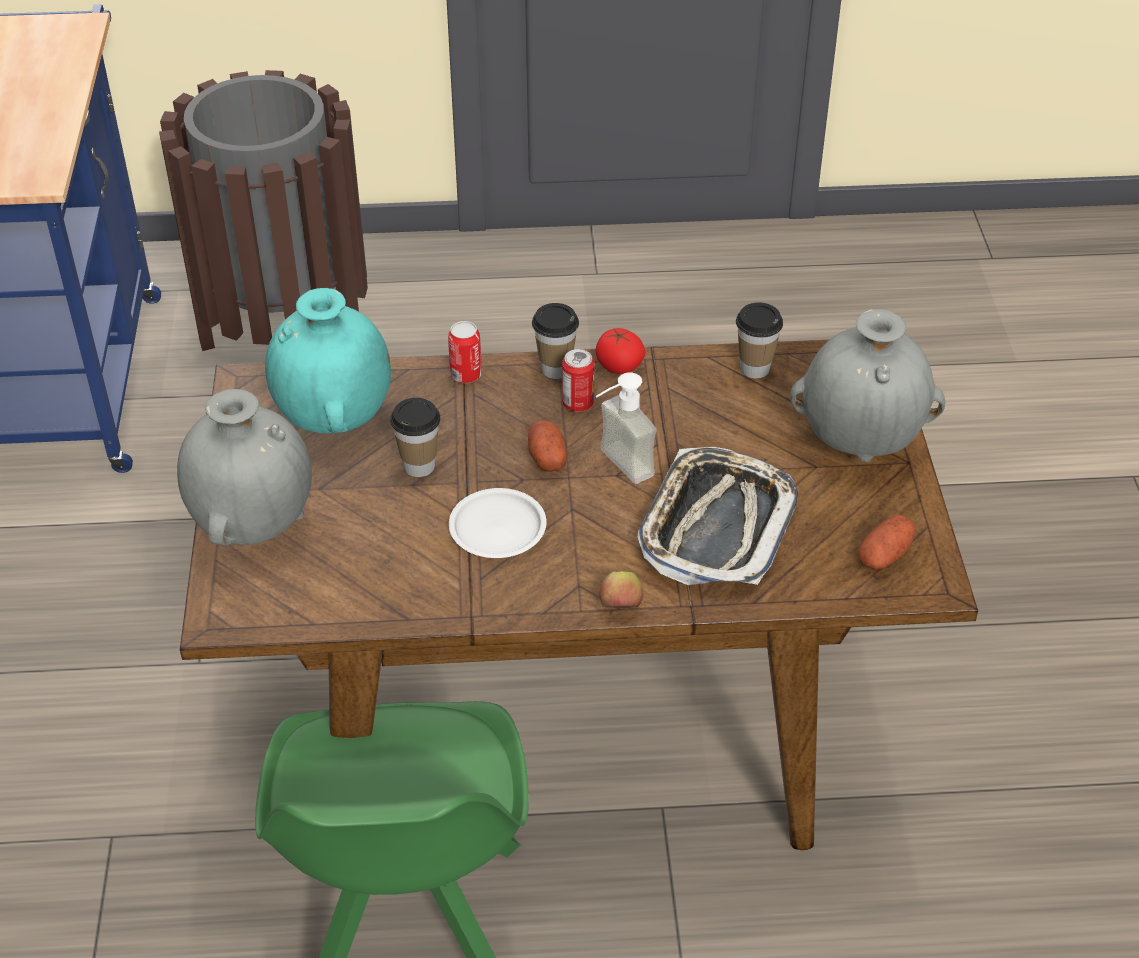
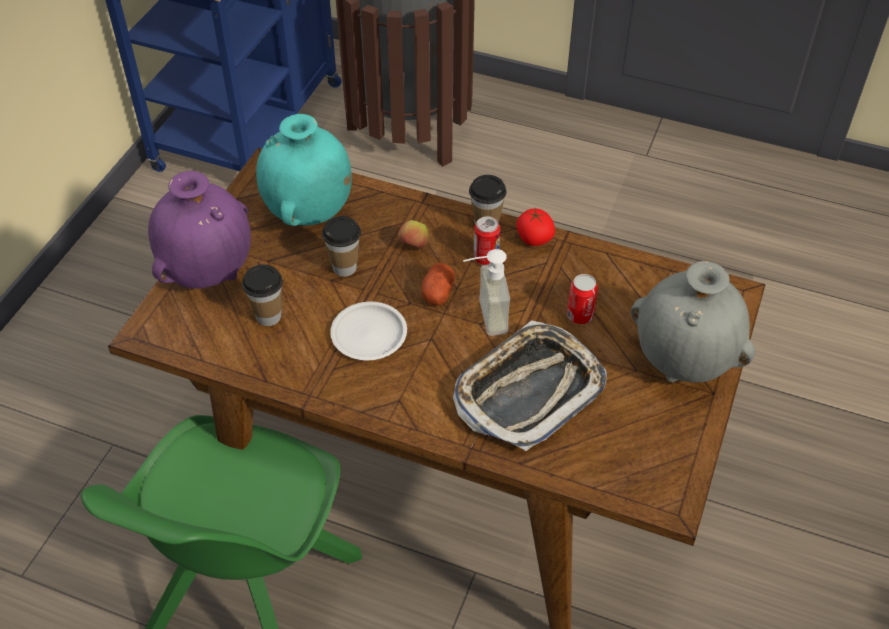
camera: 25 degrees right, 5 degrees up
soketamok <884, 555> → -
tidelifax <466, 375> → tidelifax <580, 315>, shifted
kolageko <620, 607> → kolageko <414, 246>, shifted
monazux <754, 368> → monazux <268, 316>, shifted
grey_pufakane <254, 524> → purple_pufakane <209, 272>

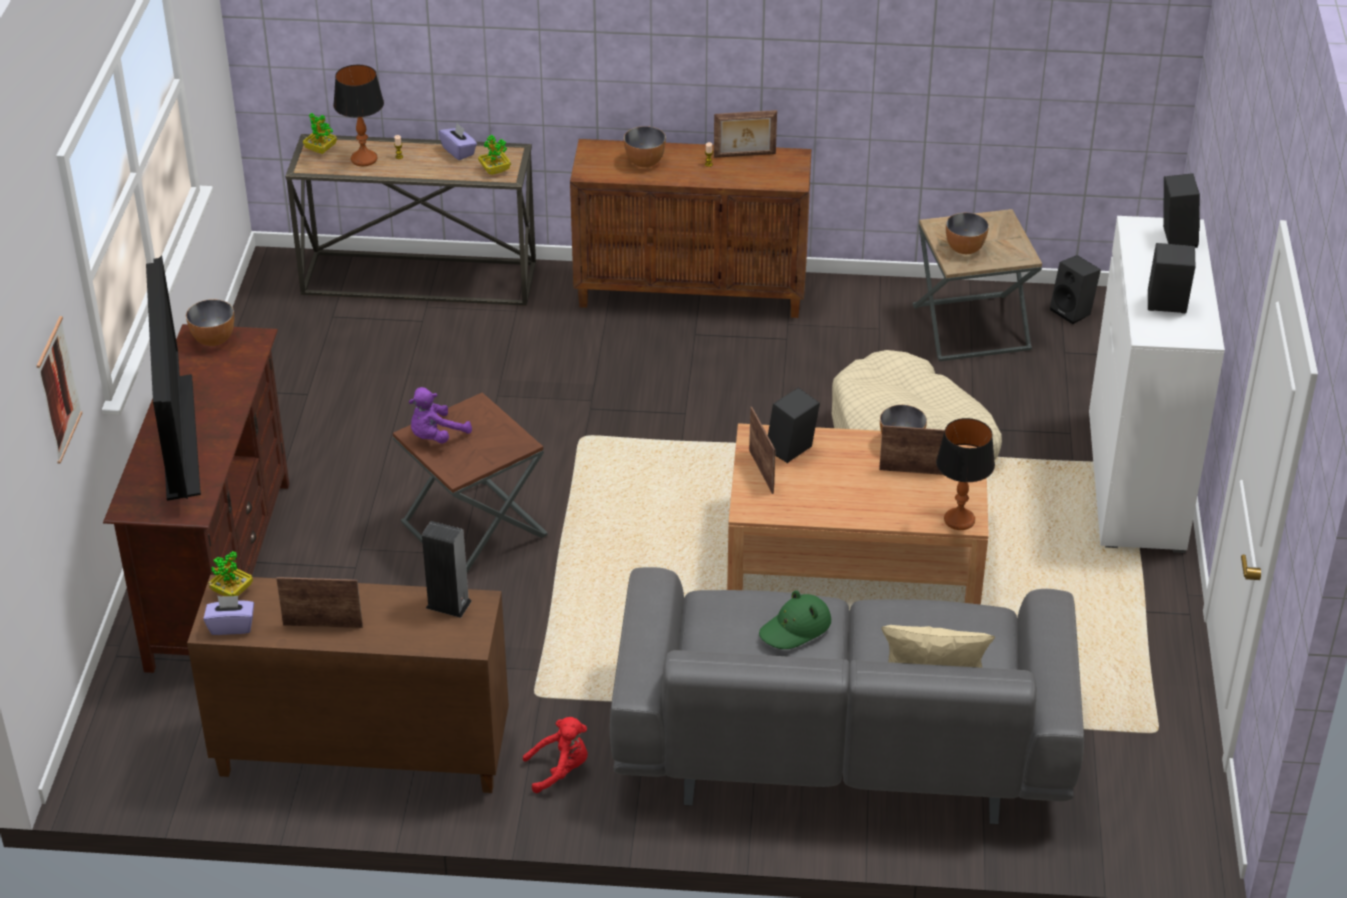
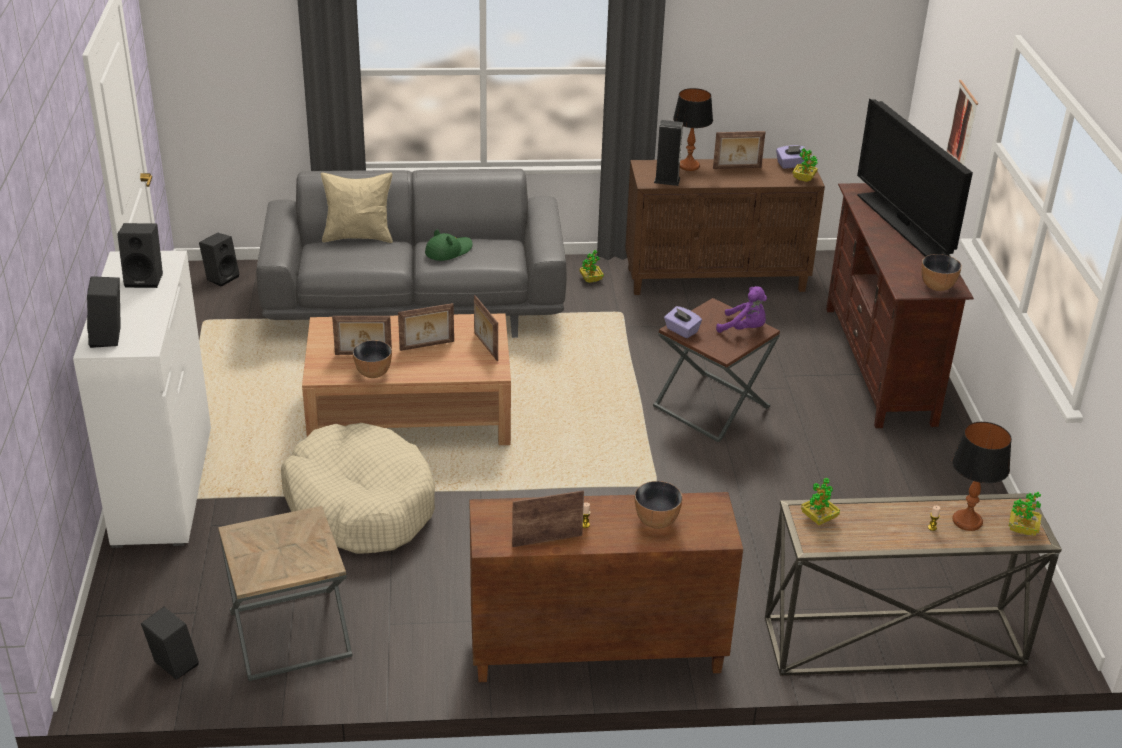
camera: 170 degrees right, 5 degrees down
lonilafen <964, 249> → -
- → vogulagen <427, 346>
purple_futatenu <459, 151> → purple_futatenu <681, 331>, shifted
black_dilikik <791, 451> → black_dilikik <221, 277>, shifted
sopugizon <959, 520> → sopugizon <689, 166>, shifted
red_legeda <560, 770> → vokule <591, 280>
purple_legeda <436, 436> → purple_legeda <744, 329>, 75 degrees clockwise

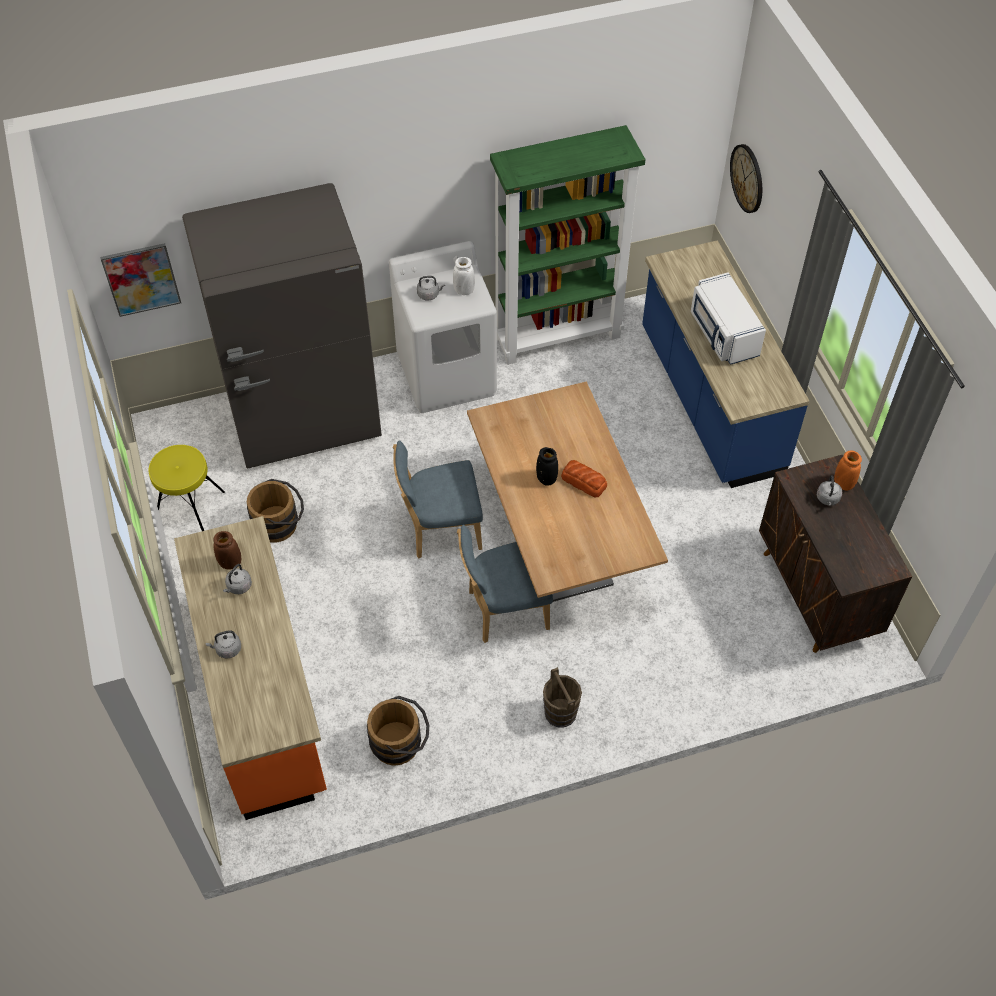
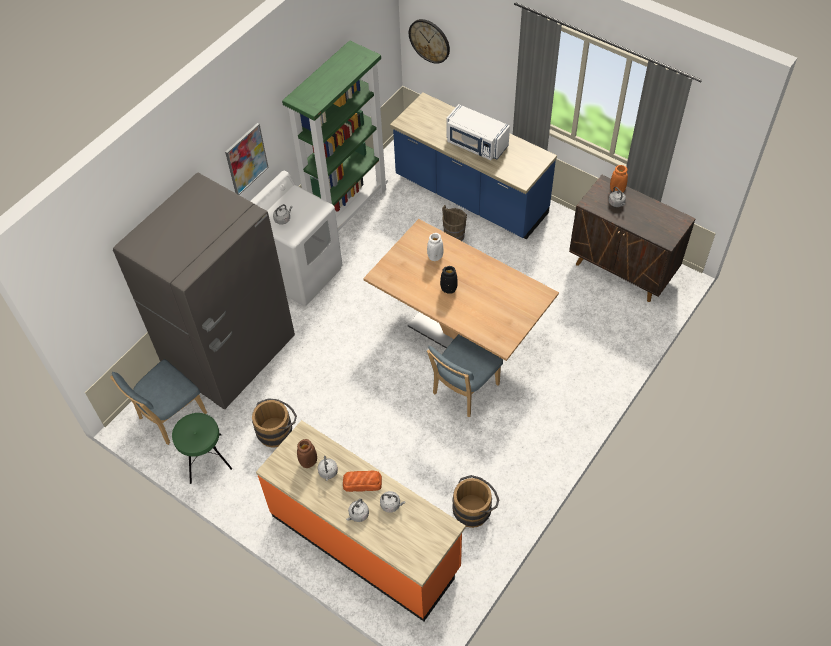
camera: 35 degrees left, 0 degrees up
- → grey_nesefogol <391, 505>
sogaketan <141, 279> → sogaketan <246, 159>, shifted
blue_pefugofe <440, 529> → blue_pefugofe <170, 417>, shifted
white_pufakane <464, 290> → white_pufakane <435, 257>, shifted
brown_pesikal <560, 713> → brown_pesikal <454, 236>, shifted
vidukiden <583, 481> → vidukiden <362, 482>, shifted
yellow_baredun <189, 506> → green_baredun <205, 458>

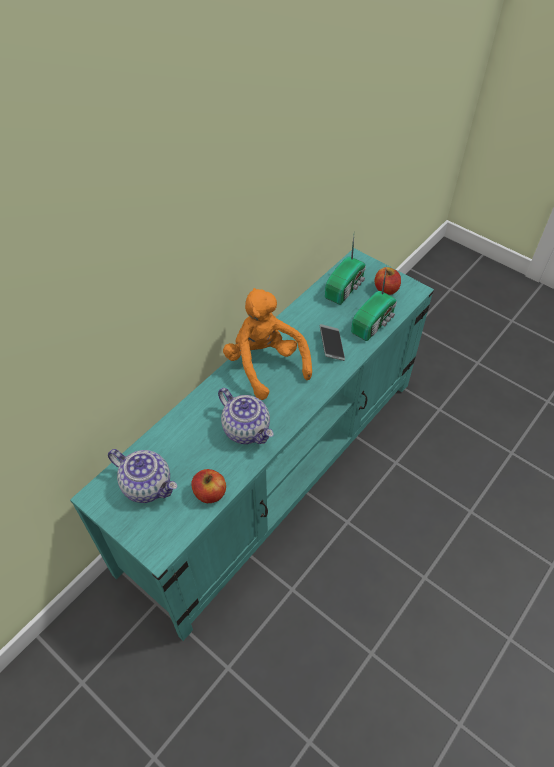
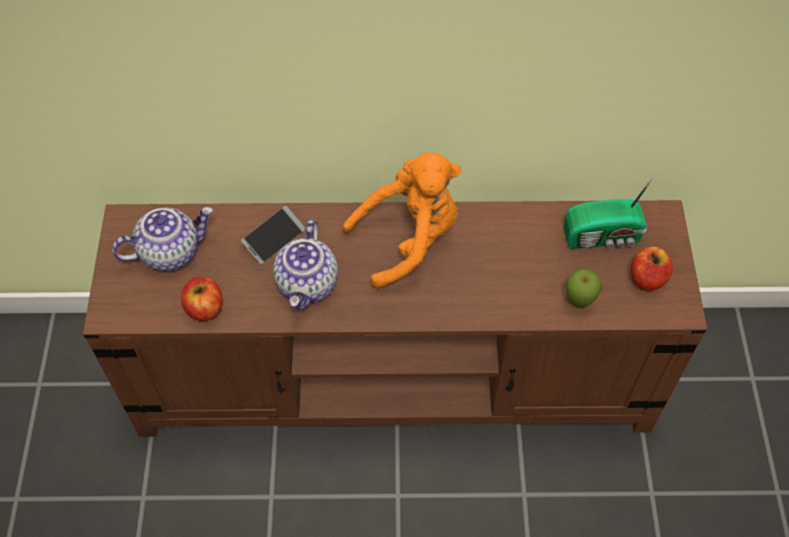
camera: 50 degrees right, 5 degrees up
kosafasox <331, 345> → kosafasox <274, 239>, shifted
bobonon <374, 323> → kolageko <578, 301>
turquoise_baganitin <276, 470> → brown_baganitin <396, 376>
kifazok <148, 485> → kifazok <170, 251>, 105 degrees counterclockwise
orange_legeda <265, 364> → orange_legeda <409, 239>, 45 degrees clockwise

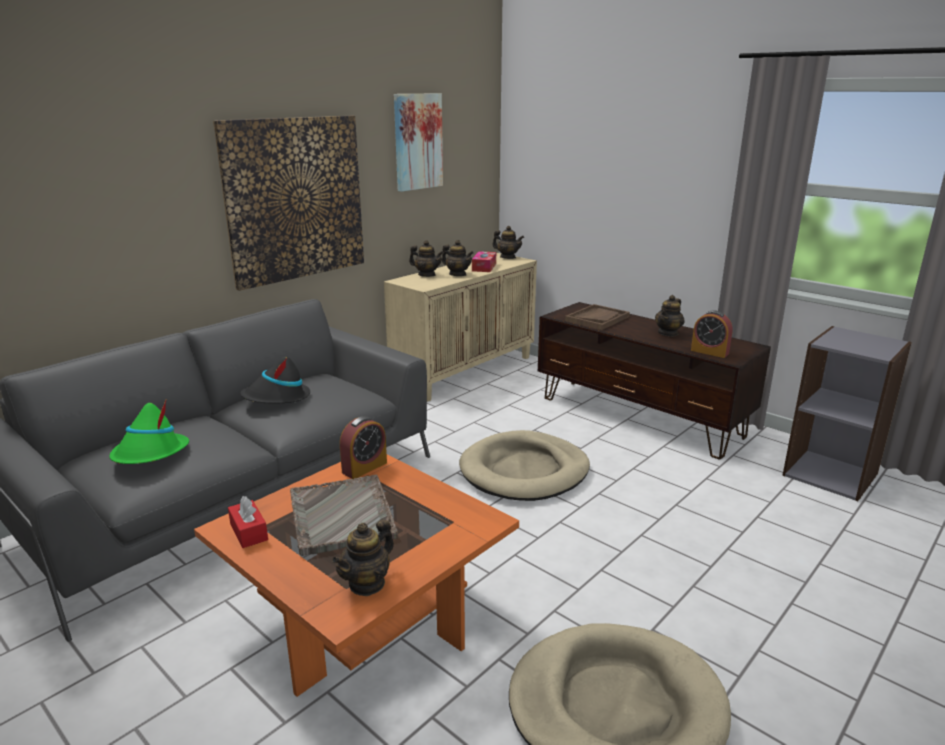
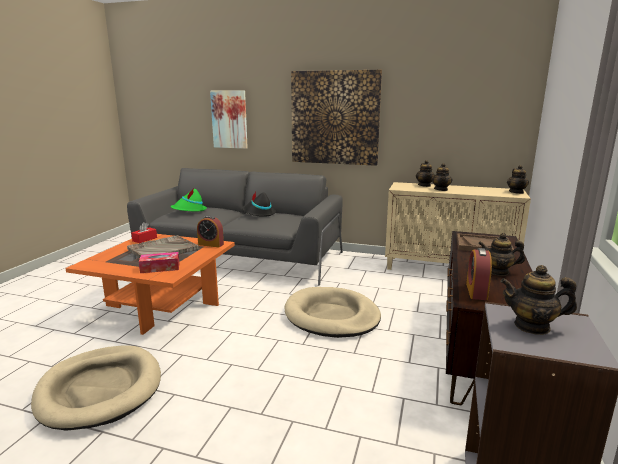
camera: 65 degrees right, 5 degrees down
kifazok <367, 583> → kifazok <532, 326>, shifted
sogaketan <417, 142> → sogaketan <229, 119>, shifted
futatenu <484, 267> → futatenu <160, 268>, shifted

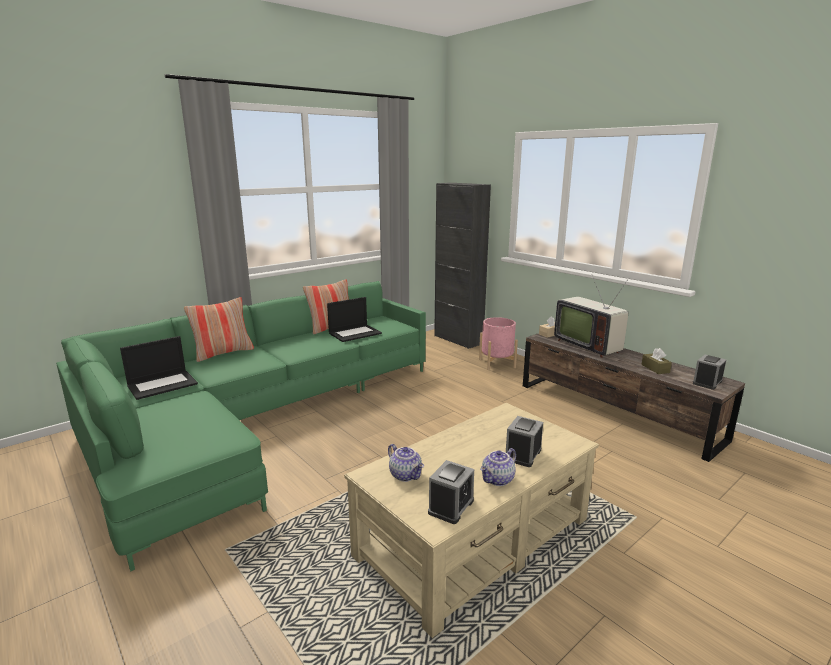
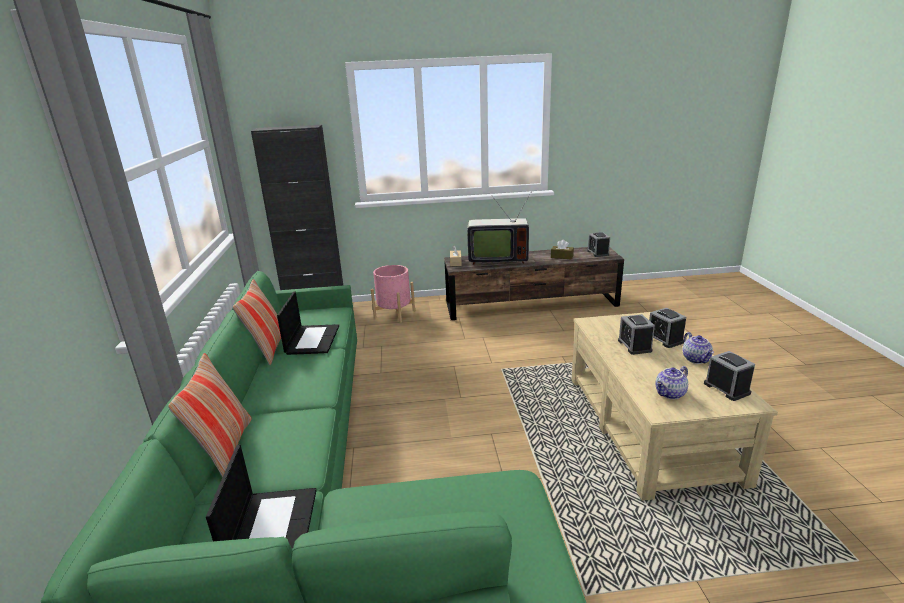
camera: 55 degrees left, 5 degrees up
- → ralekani <634, 346>
kifazok <406, 475> → kifazok <670, 394>, 150 degrees clockwise

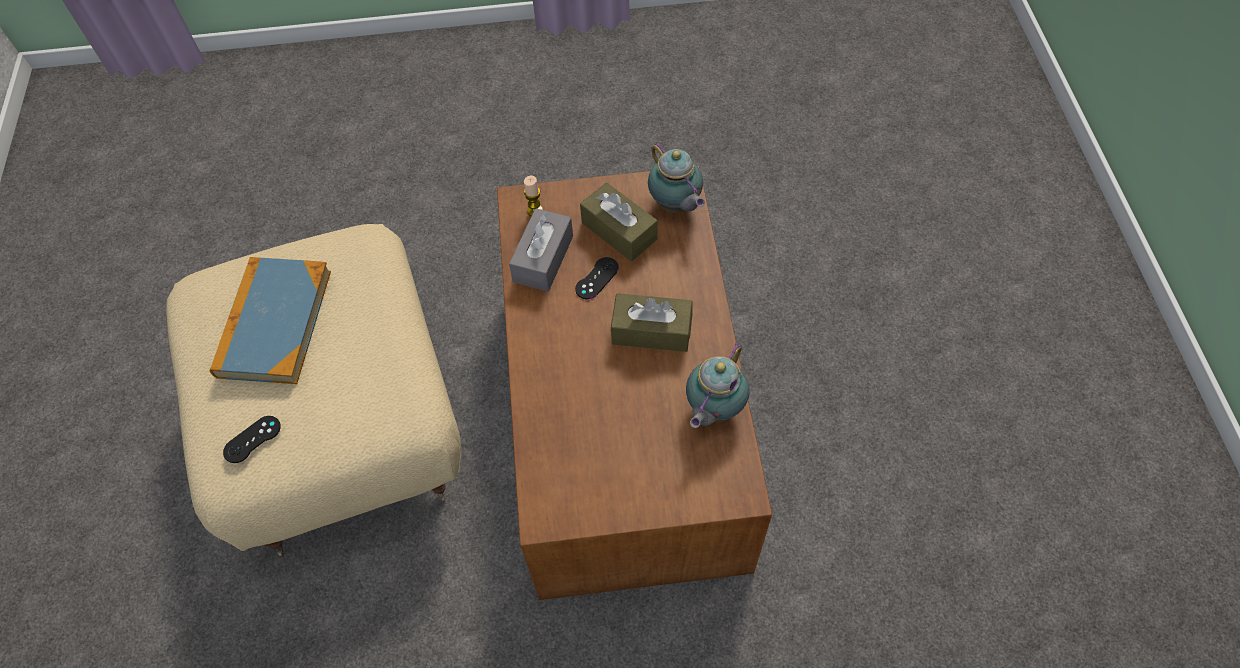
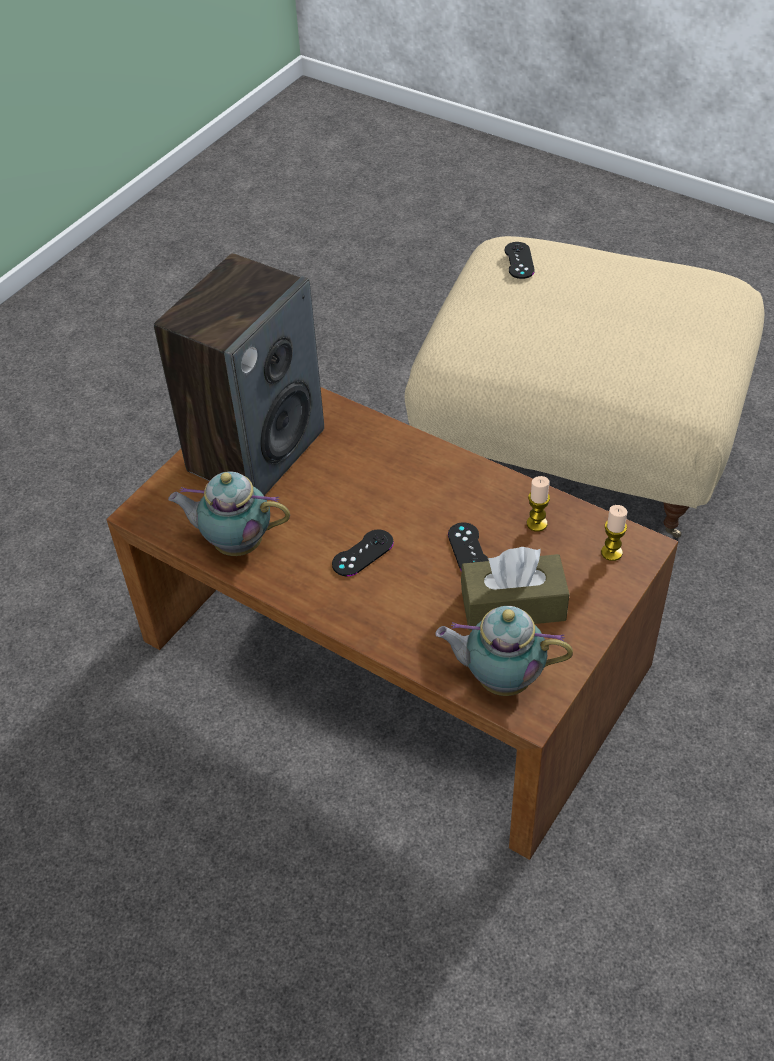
camera: 130 degrees right, 10 degrees down
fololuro <274, 323> → -
- → dilikik <256, 449>
grey_futatenu <543, 258> → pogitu <536, 523>
brown_futatenu <651, 331> → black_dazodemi <362, 553>
kifazok <713, 409> → kifazok <235, 543>, 60 degrees counterclockwise

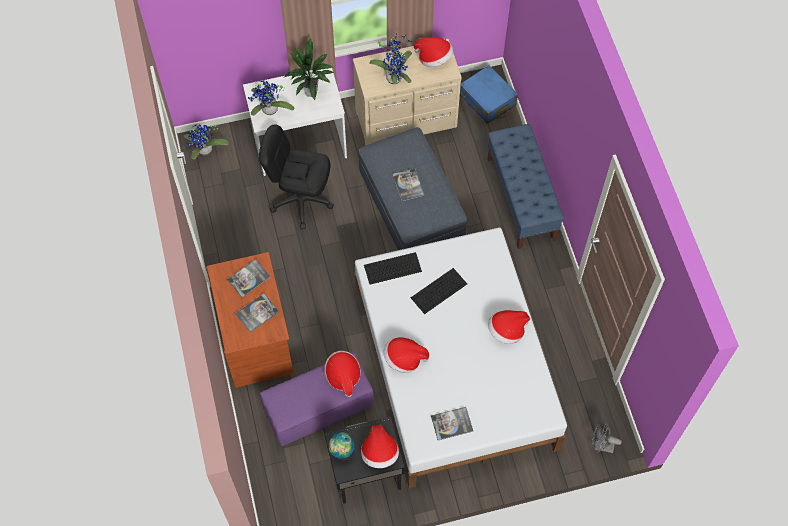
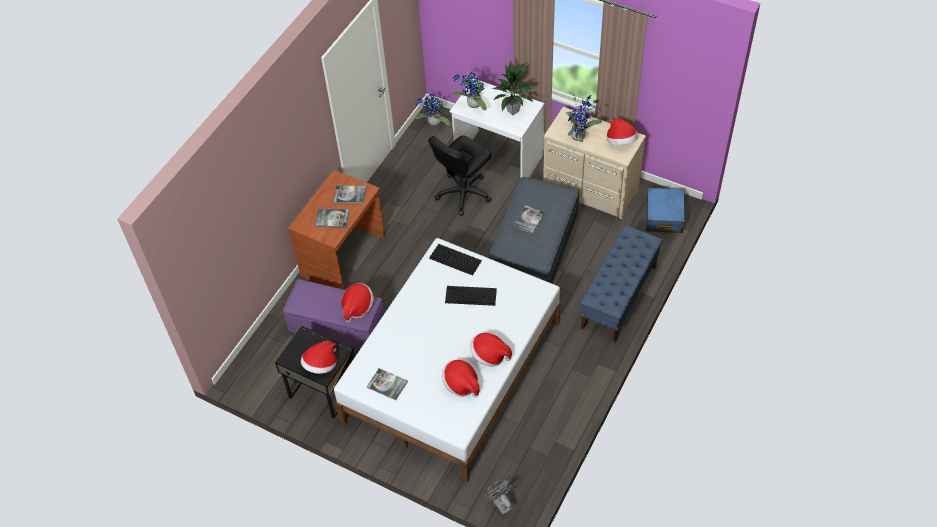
camera: 45 degrees right, 10 degrees down
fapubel <342, 453> → -
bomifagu <404, 359> → bomifagu <461, 384>, shifted
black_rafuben <301, 200> → black_rafuben <463, 193>, 105 degrees counterclockwise

